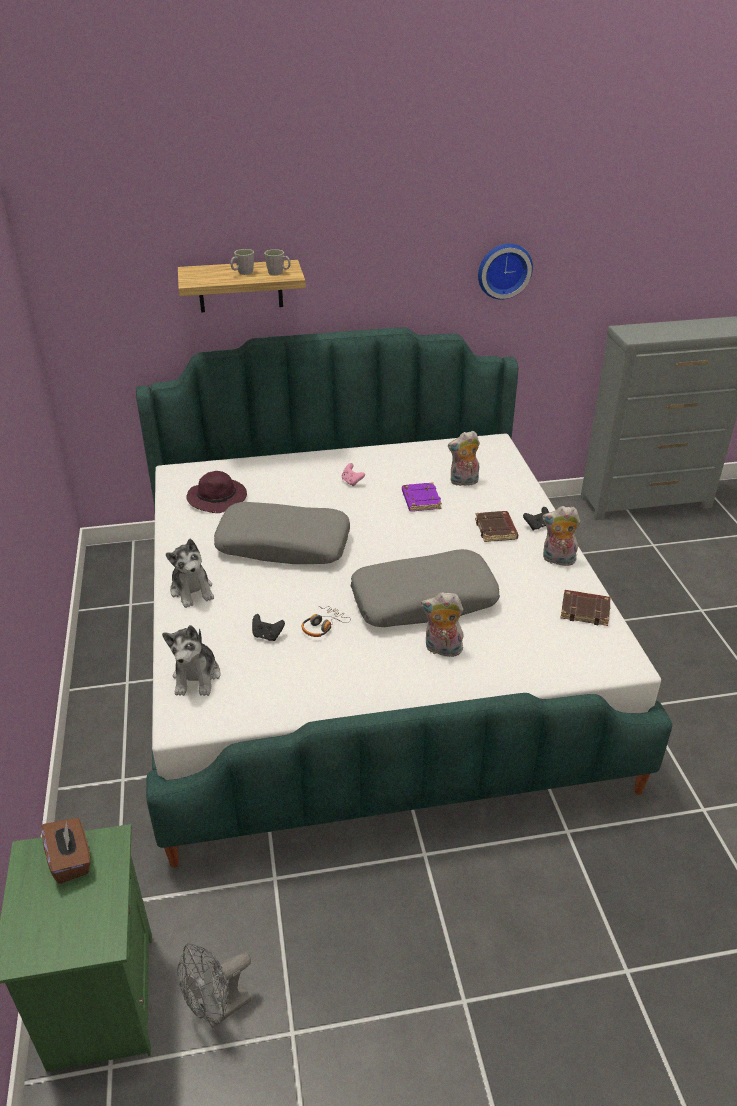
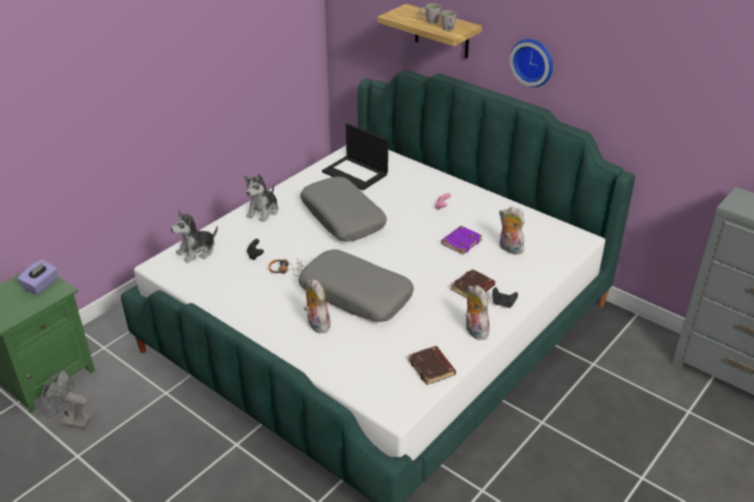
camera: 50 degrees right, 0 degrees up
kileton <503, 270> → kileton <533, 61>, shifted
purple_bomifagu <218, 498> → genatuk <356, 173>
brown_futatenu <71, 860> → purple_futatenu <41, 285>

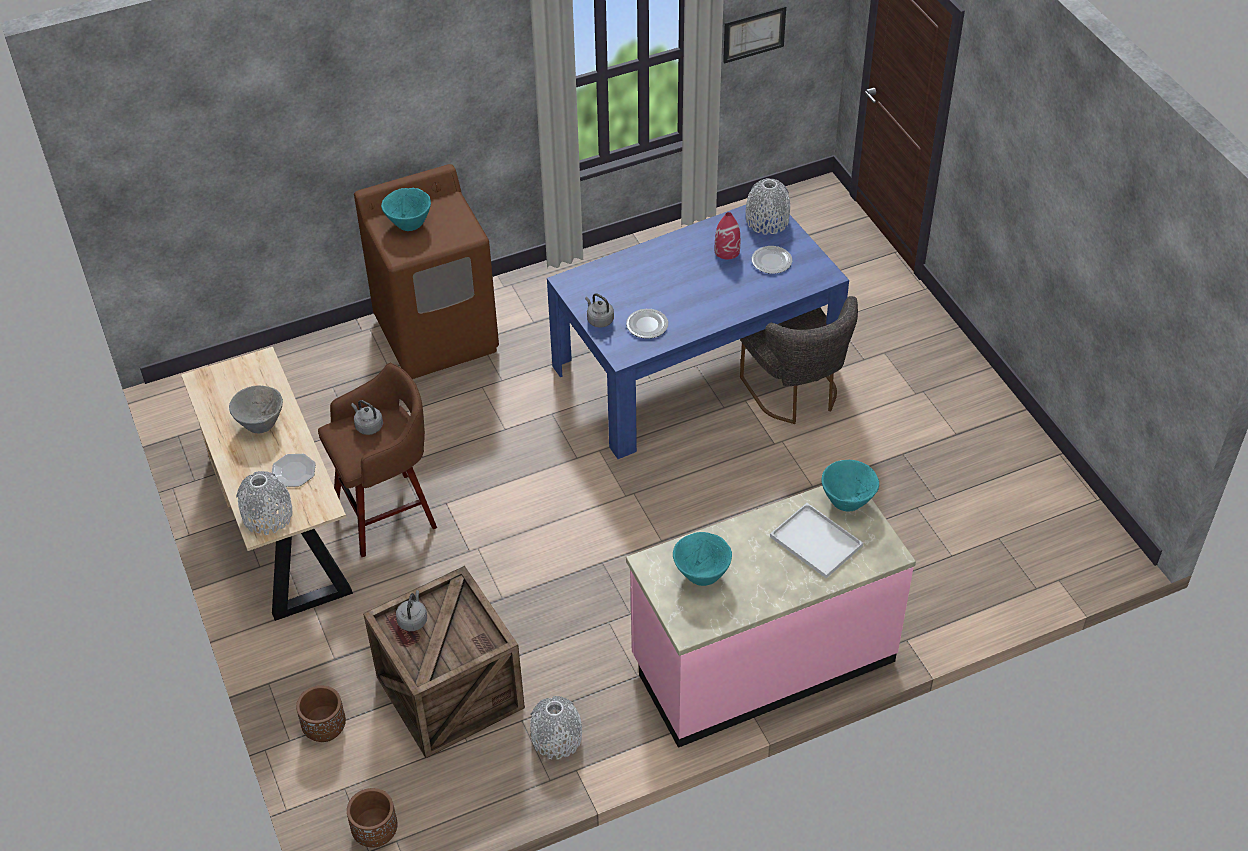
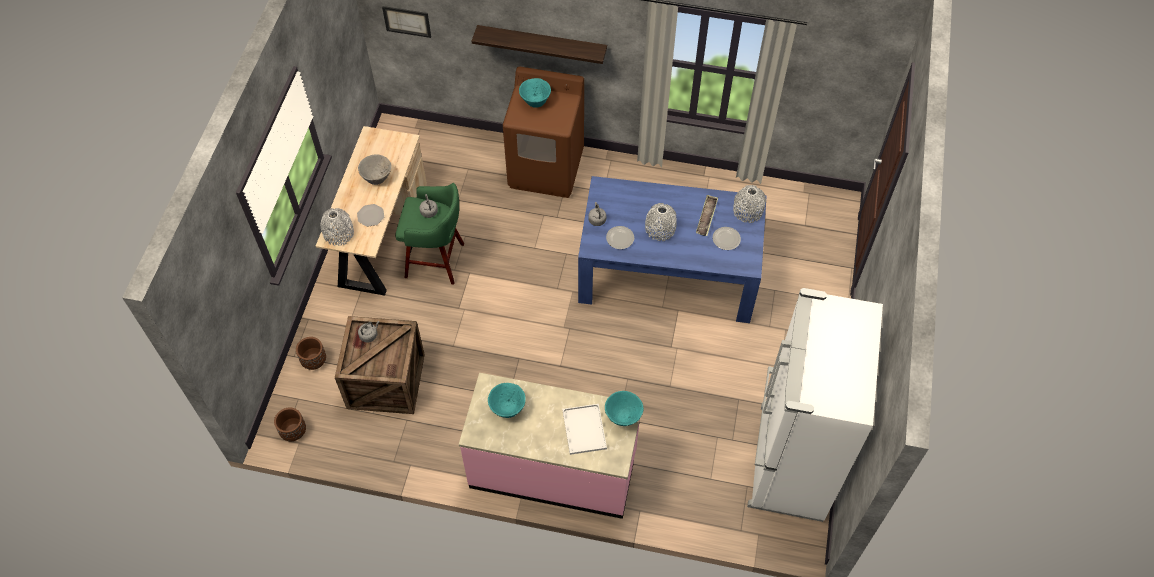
camera: 35 degrees right, 10 degrees up
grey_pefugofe <796, 394> → -
- → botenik <542, 44>
- → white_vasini <788, 462>
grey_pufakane <556, 738> → grey_pufakane <660, 229>, shifted
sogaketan <754, 34> → sogaketan <407, 21>, shifted
red_pufakane <727, 251> → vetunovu <706, 217>
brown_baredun <388, 513> → green_baredun <437, 261>

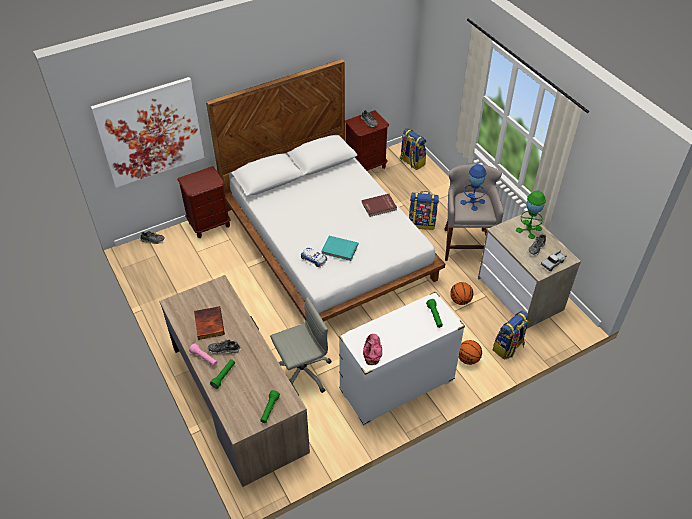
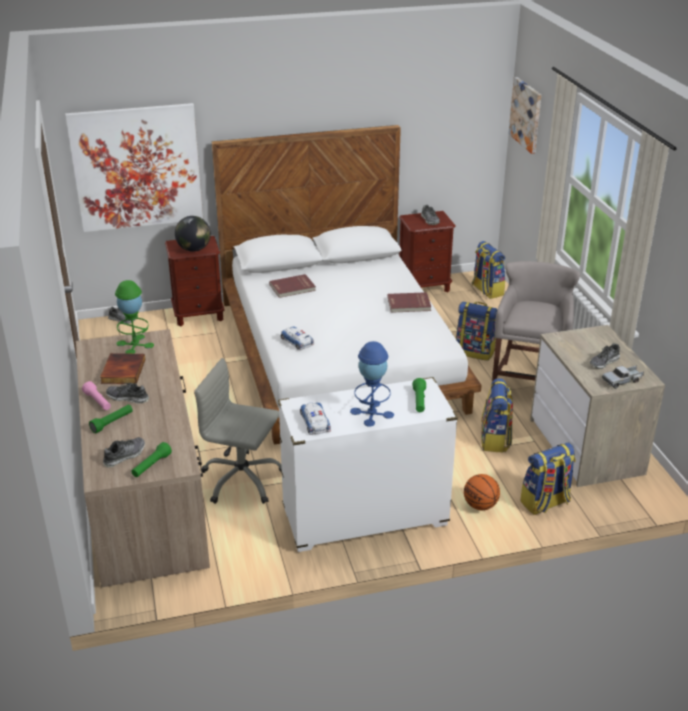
camera: 15 degrees right, 15 degrees down
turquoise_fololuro <339, 249> → -
- → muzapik <124, 456>
- → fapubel <194, 249>
- → red_fololuro <292, 288>
- → sogaketan <526, 114>
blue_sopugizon <472, 202> → blue_sopugizon <372, 413>, shifted
green_sopugizon <528, 229> → green_sopugizon <135, 344>, shifted
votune <372, 351> → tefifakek <315, 422>
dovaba <460, 300> → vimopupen <495, 440>
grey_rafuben <302, 372> → grey_rafuben <242, 480>, 150 degrees counterclockwise

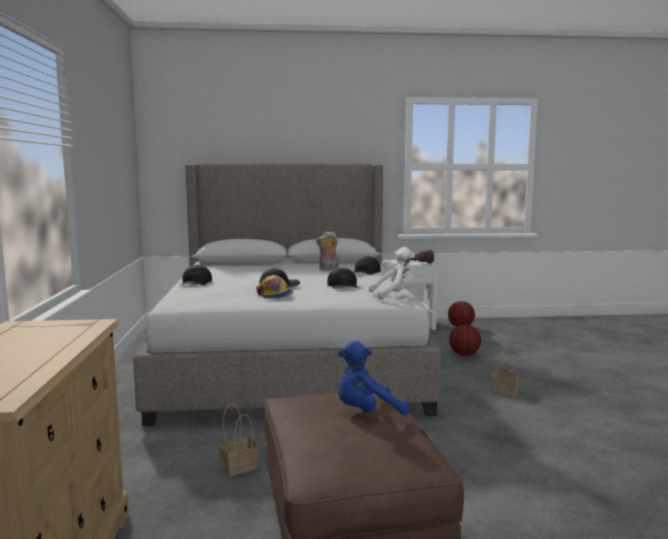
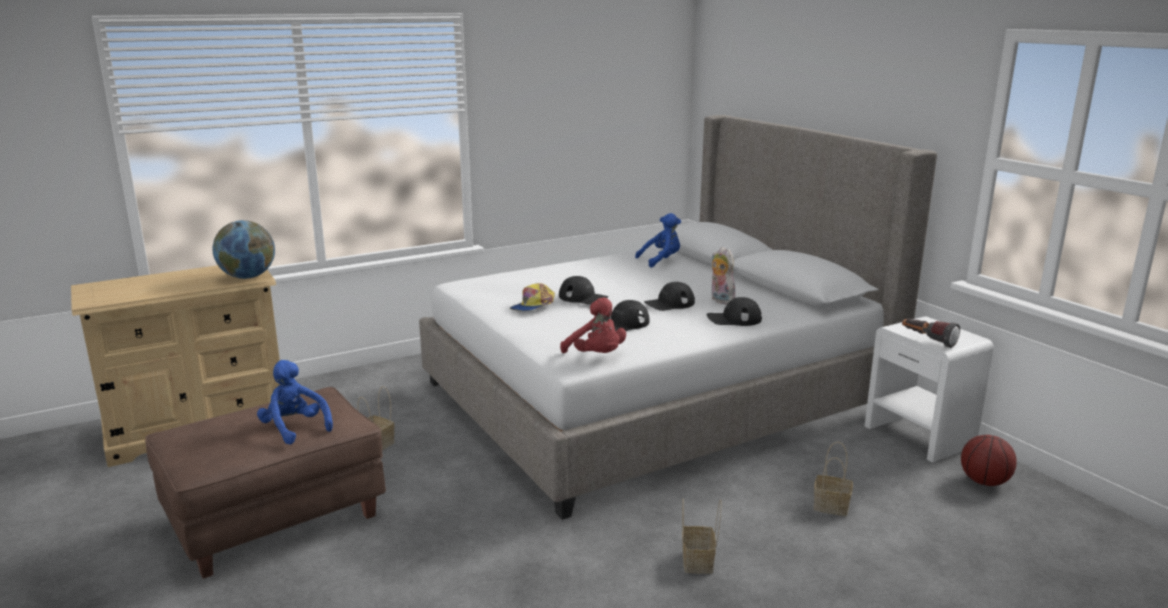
camera: 65 degrees right, 10 degrees up
- → fapubel <247, 277>
- → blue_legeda <661, 261>
black_votune <195, 282> → black_votune <669, 303>, shifted
dovaba <464, 354> → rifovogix <829, 506>
white_legeda <395, 295> → red_legeda <596, 356>

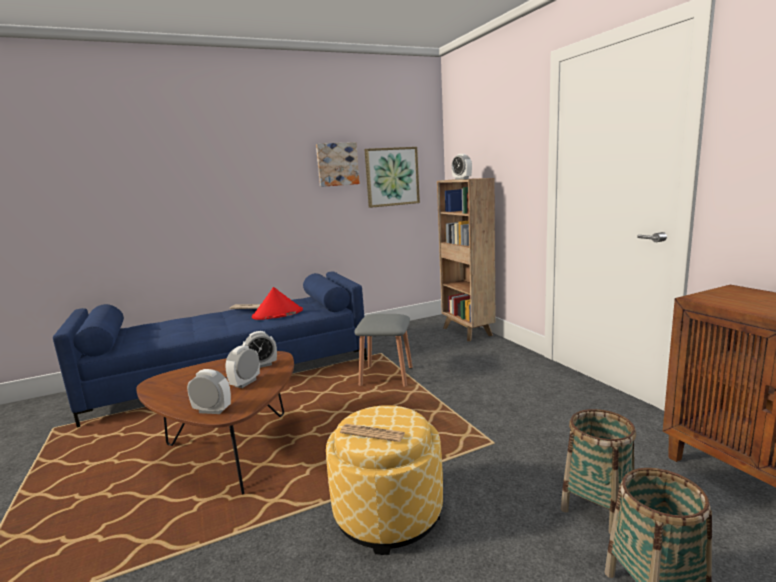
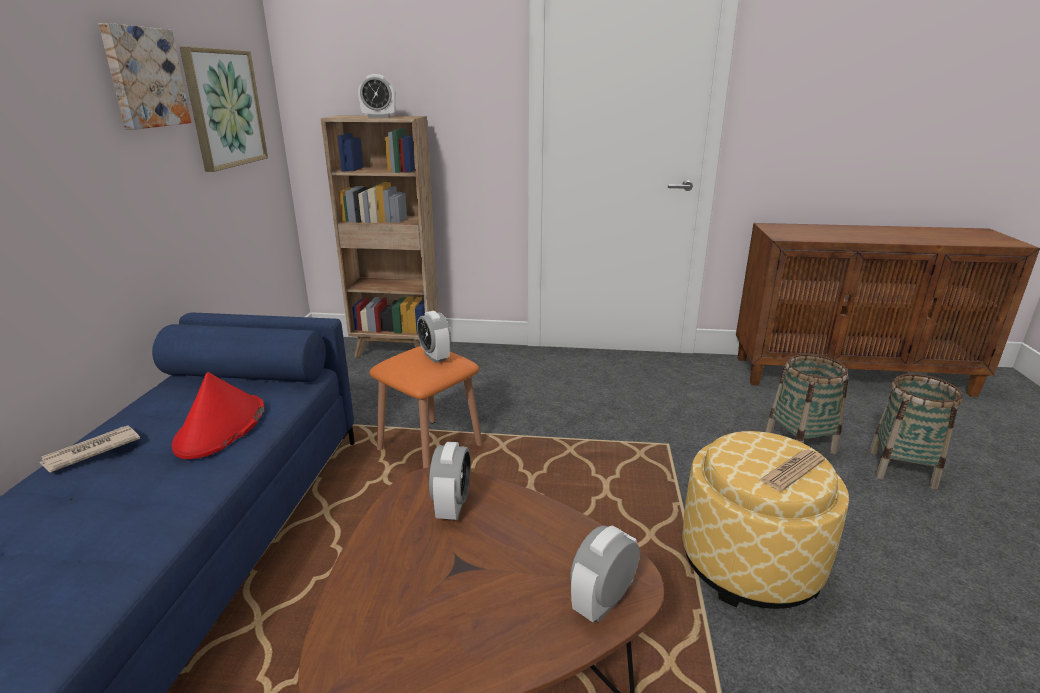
camera: 60 degrees left, 10 degrees up
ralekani <245, 383> → ralekani <435, 357>, shifted
grey_baredun <386, 376> → orange_baredun <430, 447>

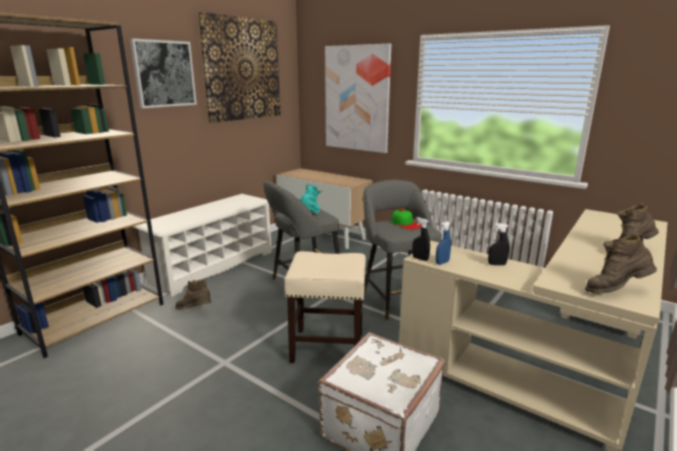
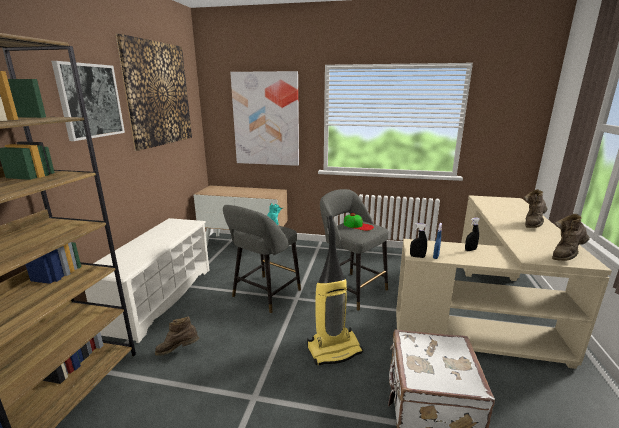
camera: 25 degrees left, 0 degrees up
beige_baredun <328, 347> → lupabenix <334, 349>

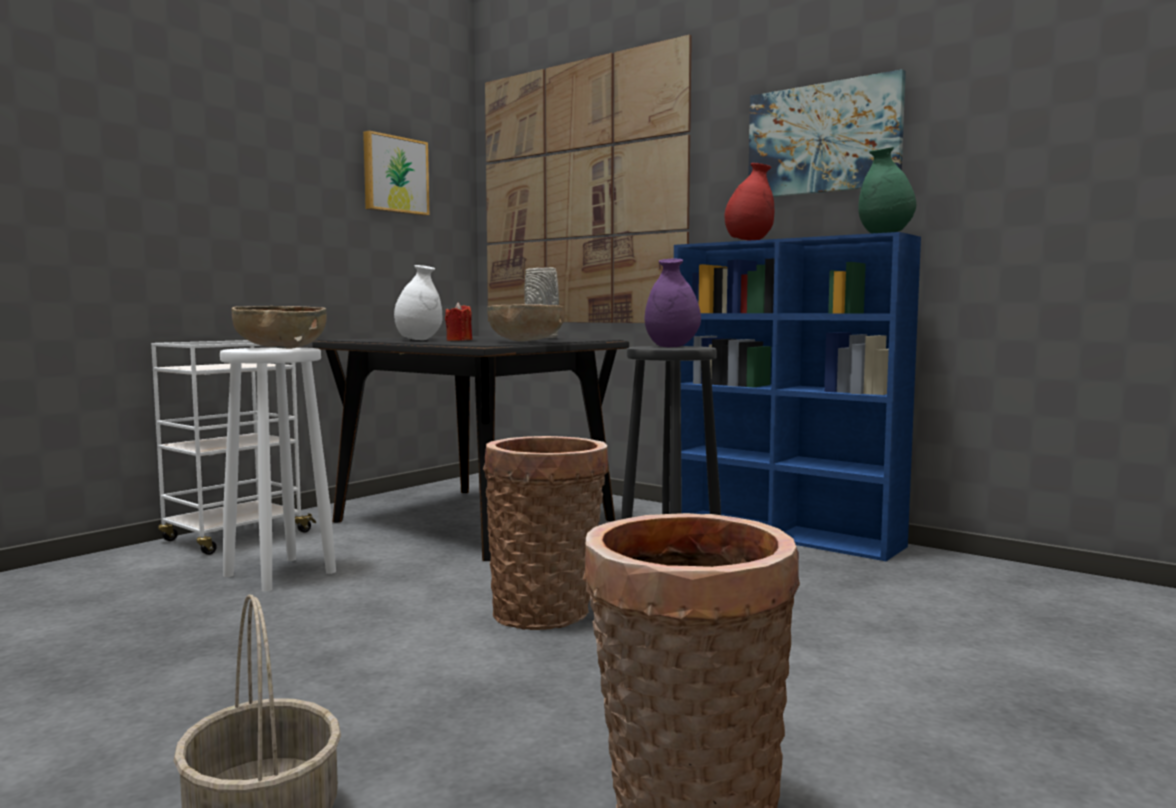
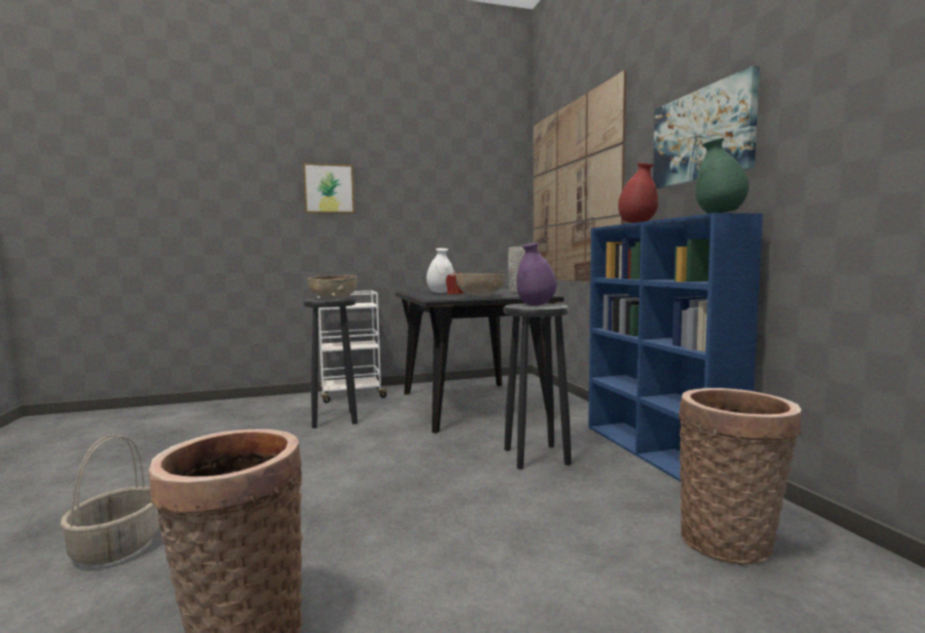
camera: 35 degrees right, 0 degrees up
sogaketan <394, 175> → sogaketan <329, 189>, shifted
rifovogix <547, 611> → rifovogix <731, 541>, shifted
white_baredun <279, 573> → black_baredun <334, 419>

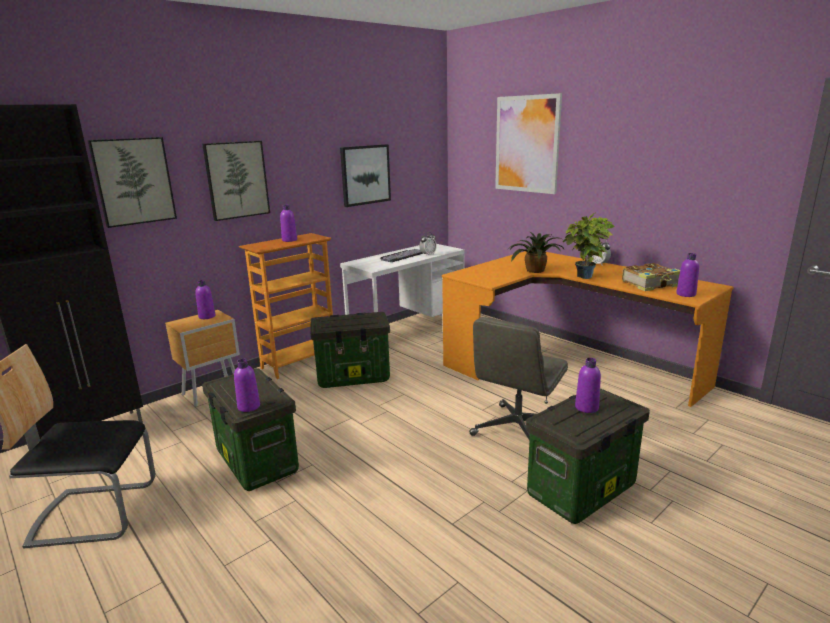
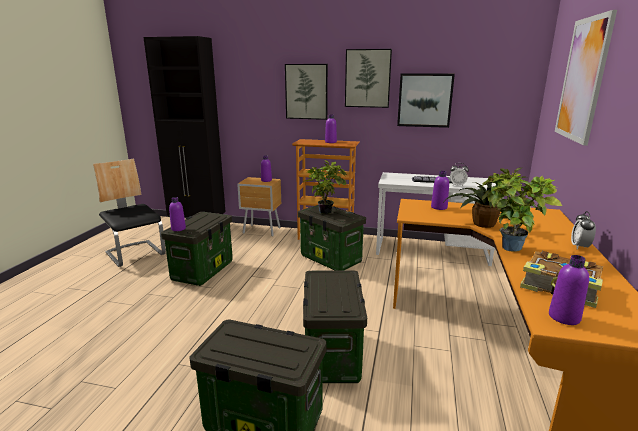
camera: 55 degrees right, 0 degrees up
- → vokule <325, 211>
sogaketan <134, 181> → sogaketan <367, 78>, shifted
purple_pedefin <586, 407> → purple_pedefin <439, 207>, shifted
grey_rafuben <517, 430> → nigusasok <331, 355>

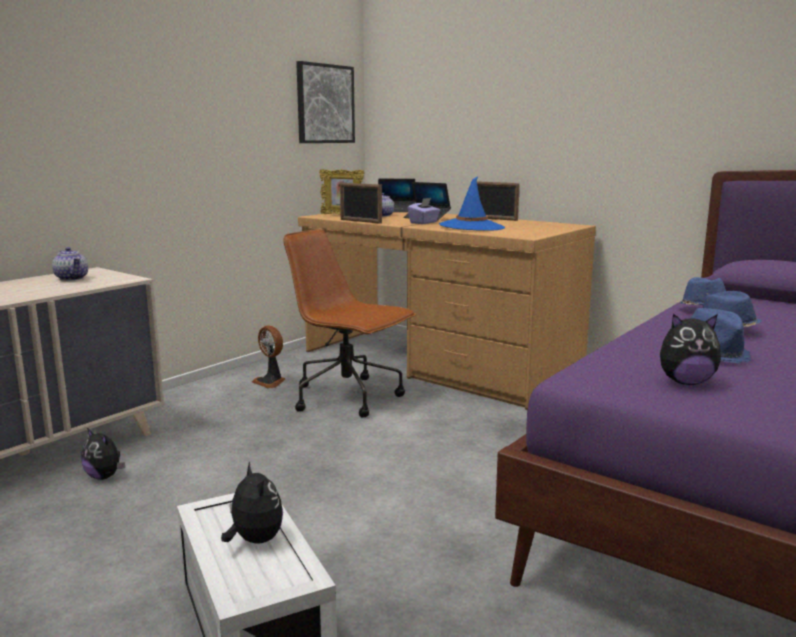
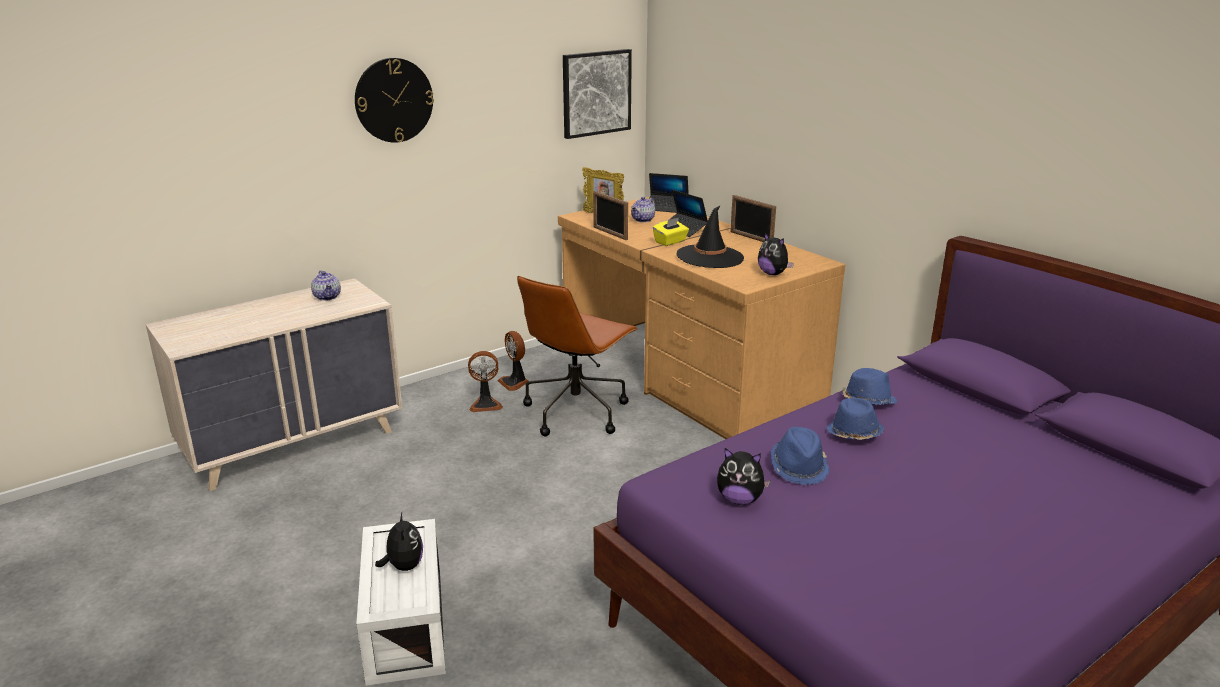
camera: 15 degrees right, 10 degrees up
- → kileton <394, 100>
- → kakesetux <485, 404>
legeda <105, 476> → legeda <773, 274>, shifted
purple_futatenu <424, 222> → yellow_futatenu <670, 242>
blue_bomifagu <471, 227> → black_bomifagu <710, 257>
brown_rafuben <348, 397> → brown_rafuben <576, 411>, 105 degrees counterclockwise

